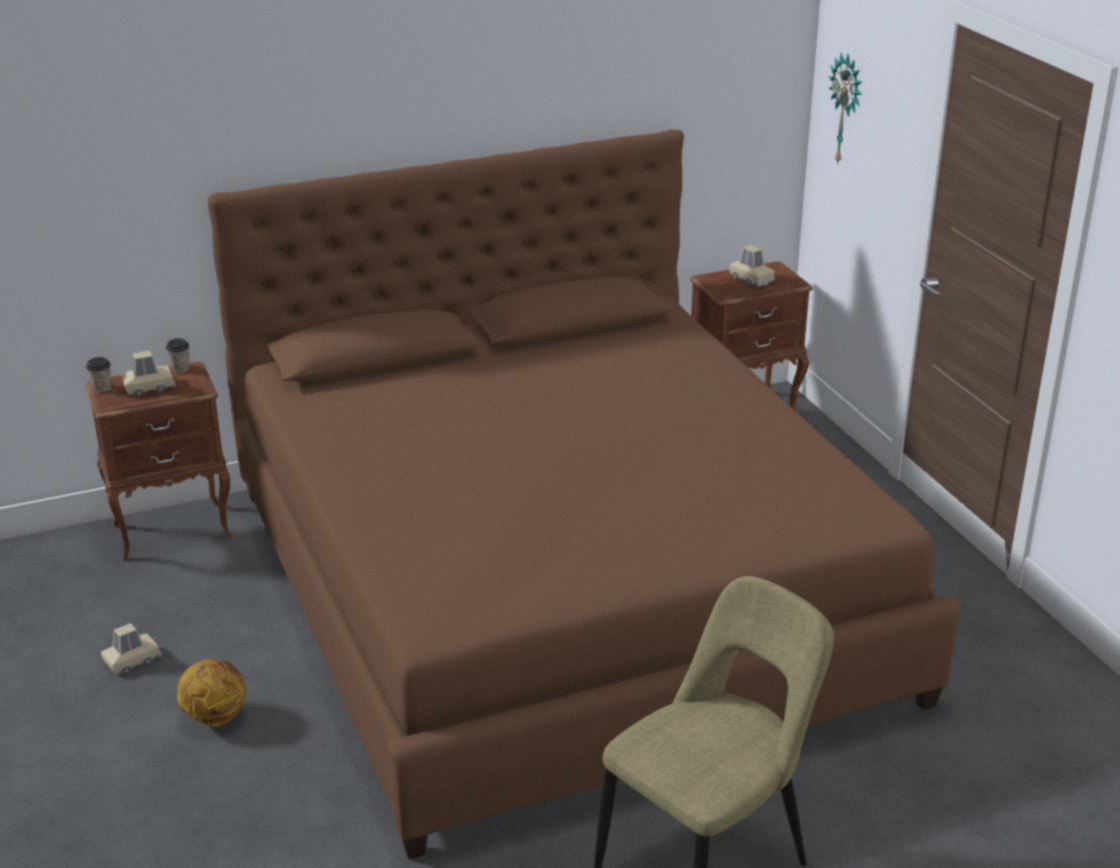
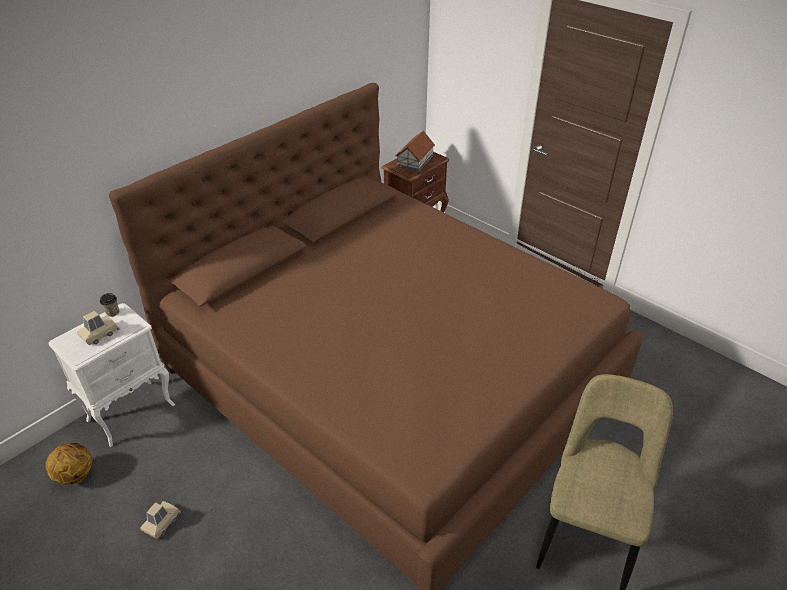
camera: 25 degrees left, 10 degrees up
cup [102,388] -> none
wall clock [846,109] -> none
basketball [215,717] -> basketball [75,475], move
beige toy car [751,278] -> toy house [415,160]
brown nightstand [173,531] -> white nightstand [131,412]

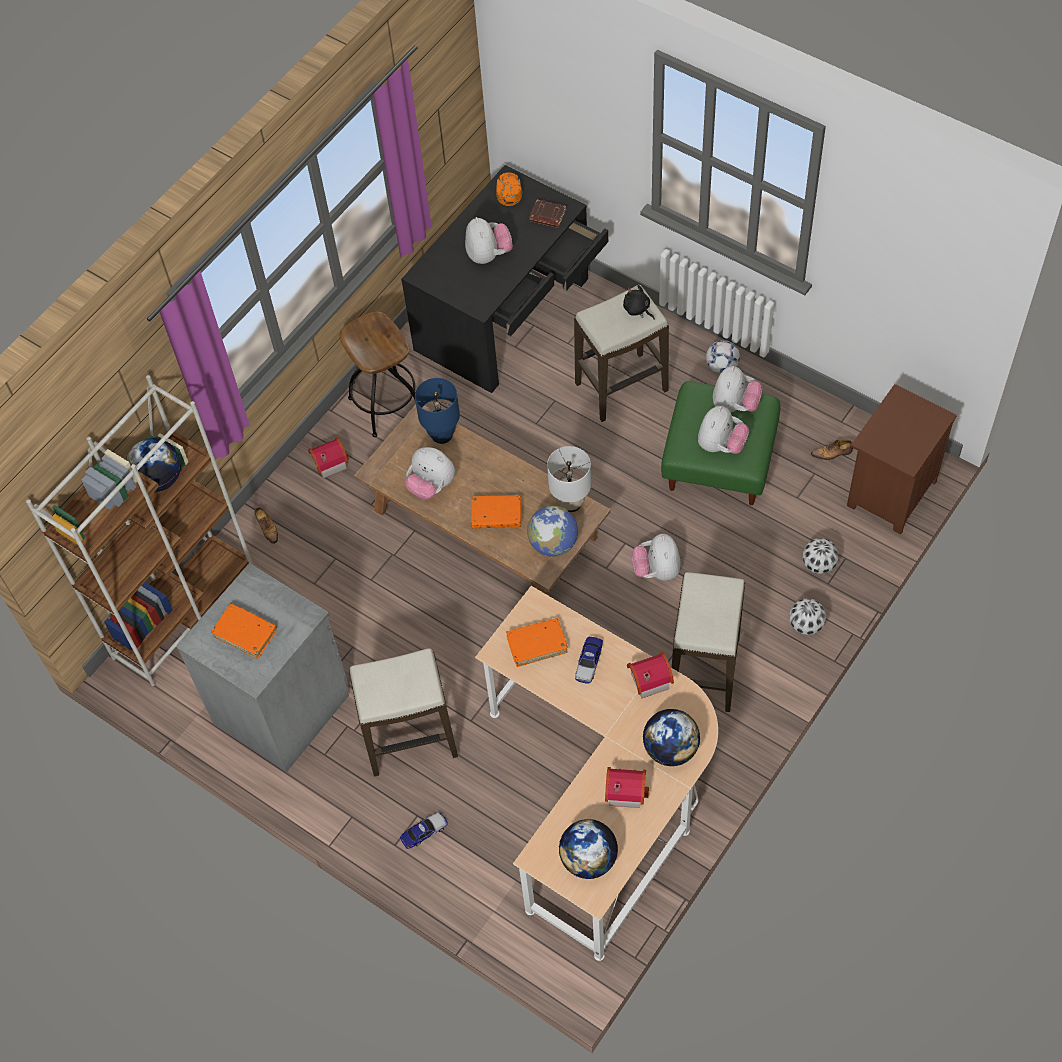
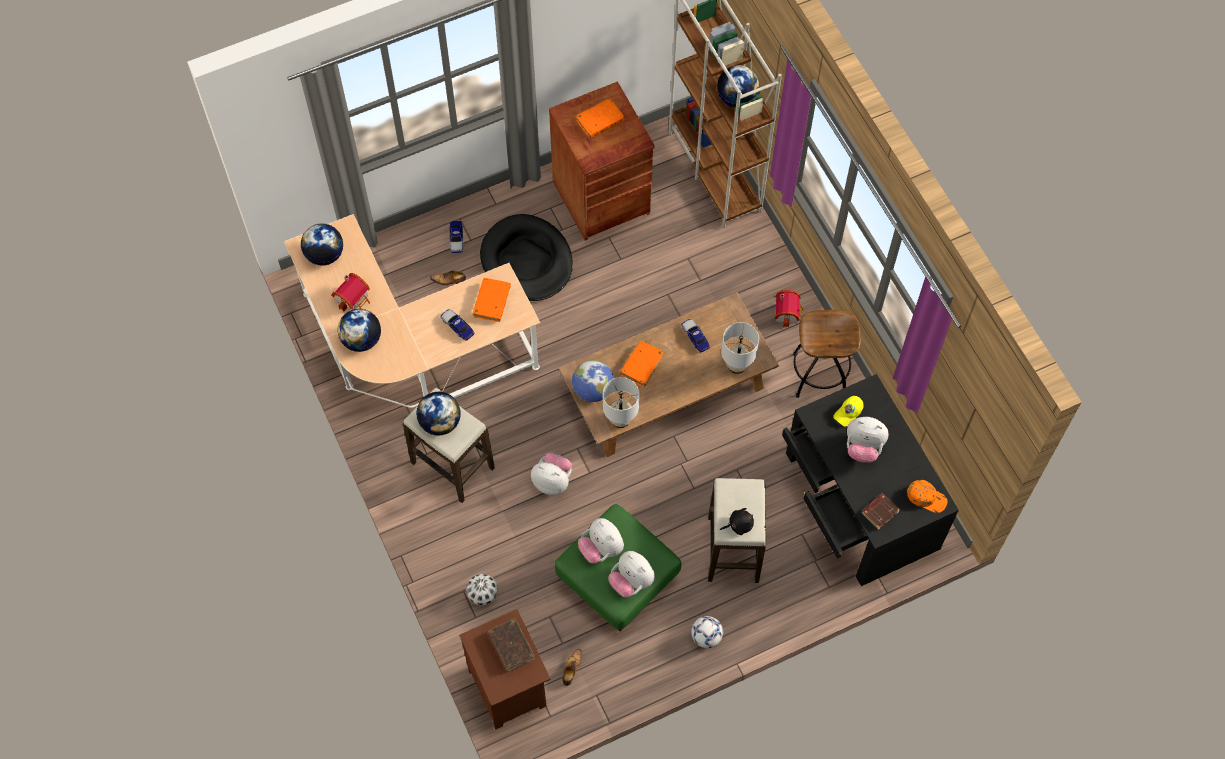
camera: 115 degrees right, 5 degrees up
toy house [647,679] -> none
football [805,625] -> none
none -> globe [440,422]
none -> brown book [511,646]
none -> yellow cap [848,412]
shoe [267,528] -> shoe [449,280], move
stool [410,739] -> black dog bed [527,261]
plush toy [431,486] -> toy car [695,337]
grey dresser [281,707] -> brown dresser [602,198]
blue table lamp [442,434] -> white table lamp [737,365]

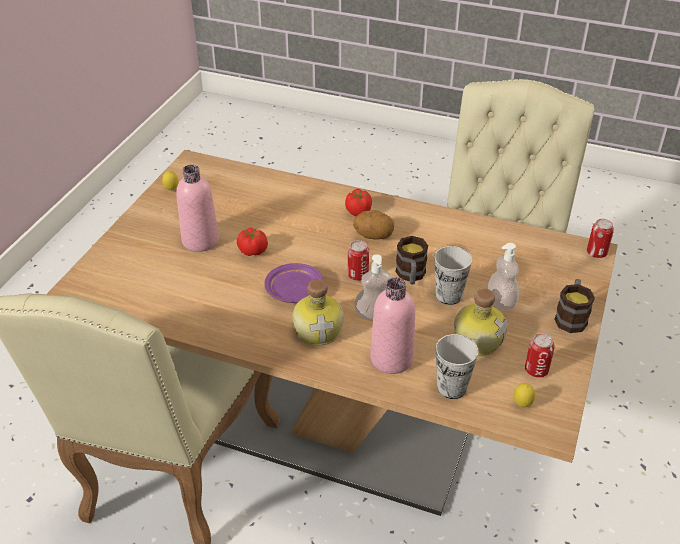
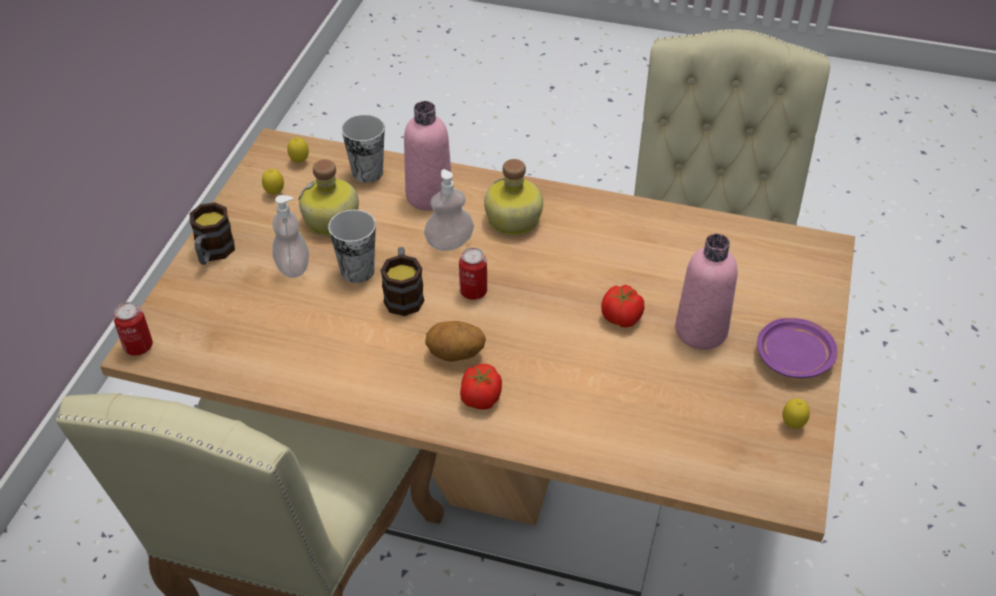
camera: 175 degrees right, 5 degrees up
purple plate [293,291] -> purple plate [794,357], move
can [536,370] -> lemon [275,193]

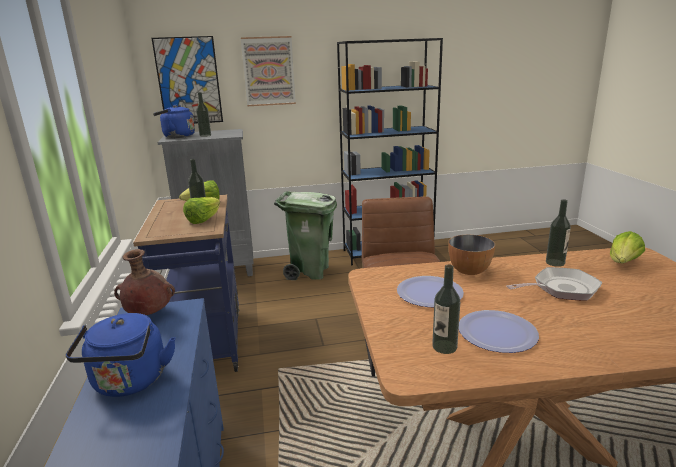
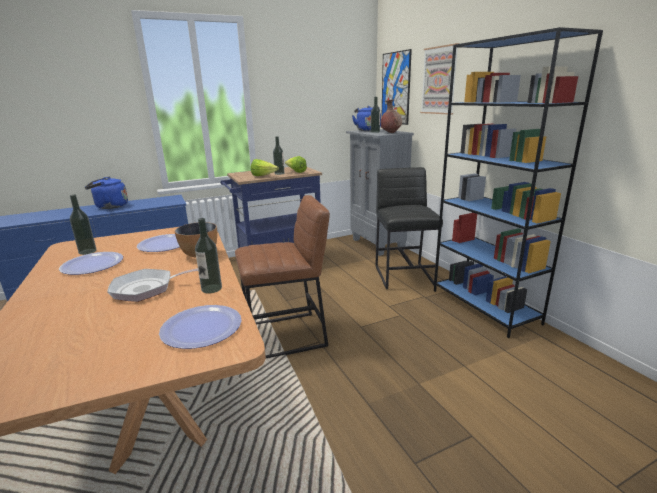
camera: 75 degrees right, 0 degrees up
brown vase [148,314] -> brown vase [390,133], move
green trash can [310,271] -> black chair [403,275]
lettuce [623,263] -> plate [201,328]
frying pan [561,289] -> frying pan [148,288], 105 degrees clockwise

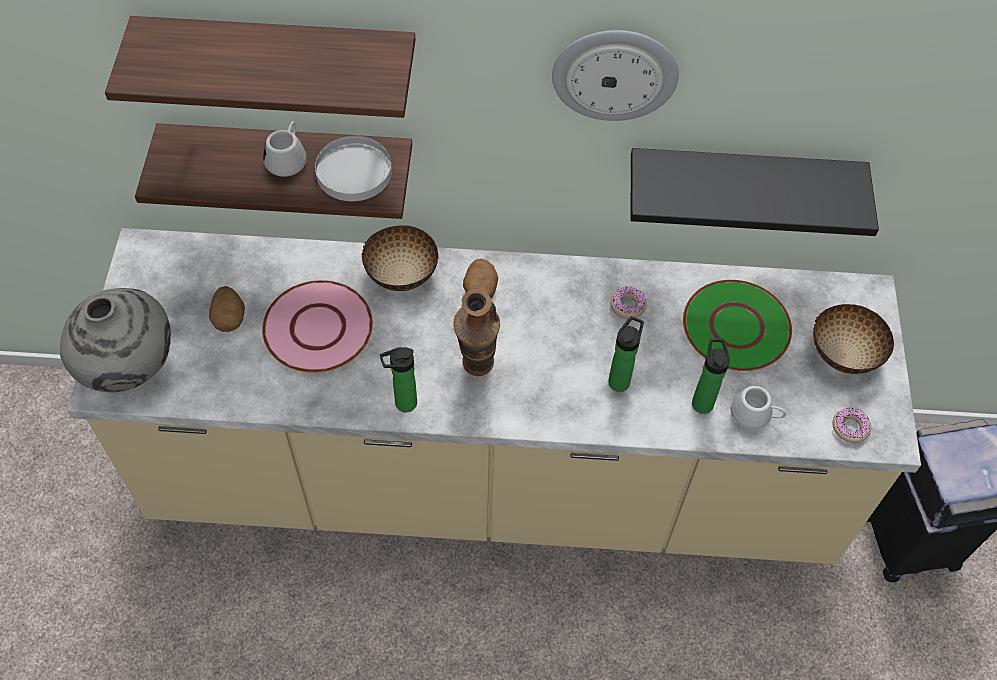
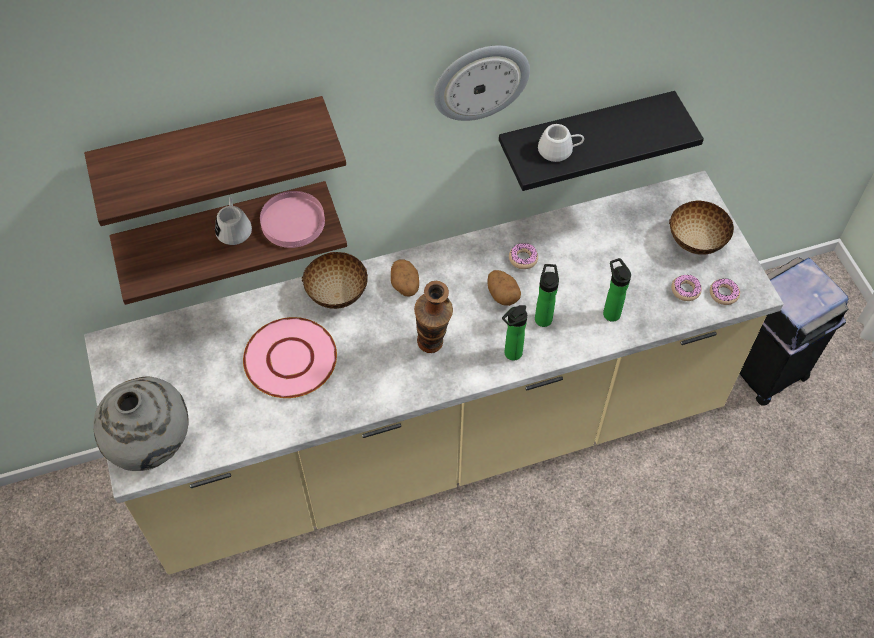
camera: 20 degrees left, 0 degrees up
green plate [736,327] -> none
none -> donut [685,290]
potato [229,318] -> potato [502,295], move
bottle [402,404] -> bottle [511,354], move
white mug [755,415] -> white mug [559,150], move
white plate [354,171] -> pink plate [293,221]

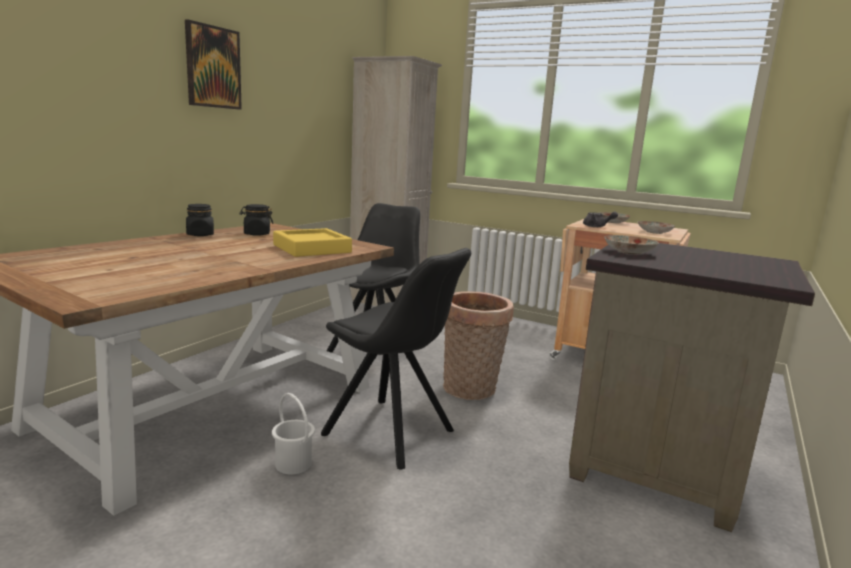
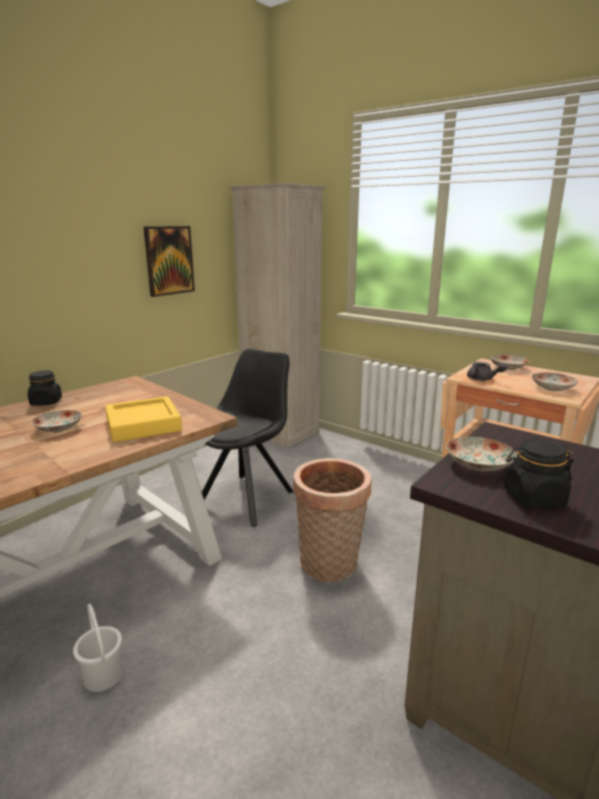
camera: 10 degrees right, 5 degrees up
black chair [390,432] -> none
none -> plate [58,429]
picture [213,67] -> picture [169,260], move
black jar [257,234] -> black jar [533,498], move

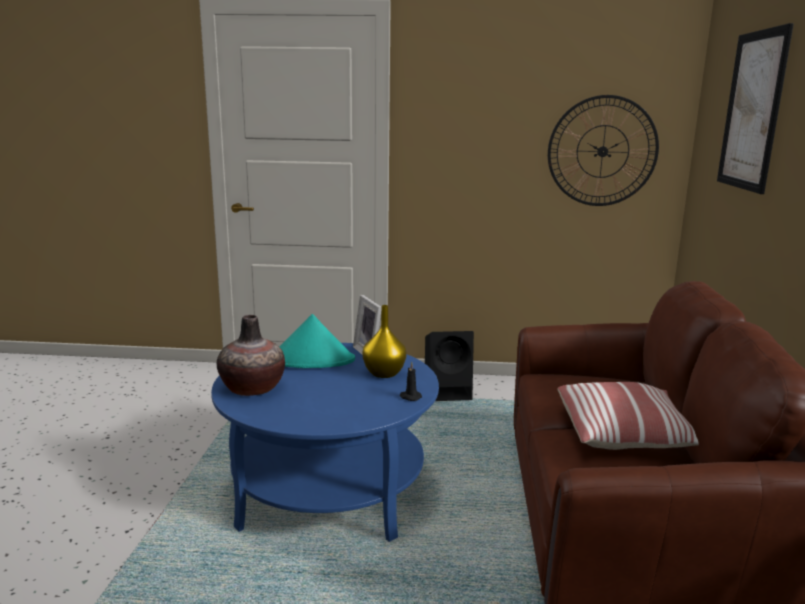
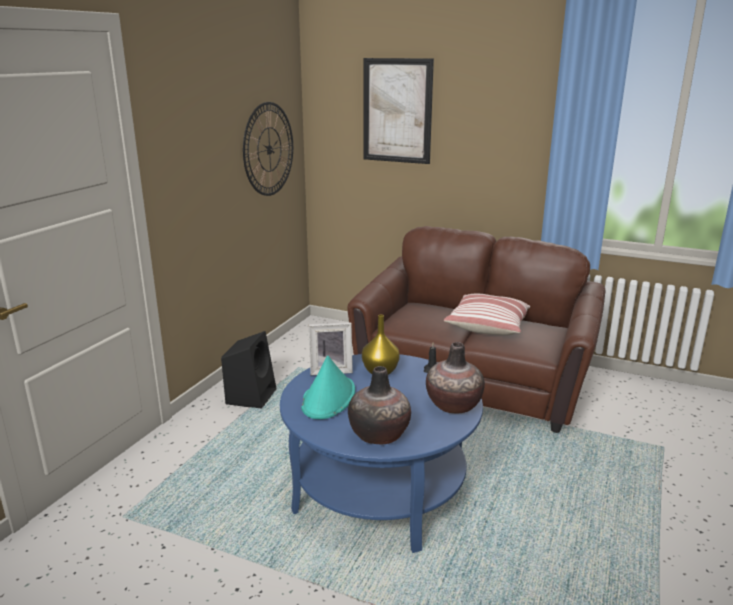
camera: 70 degrees left, 5 degrees up
none -> vase [453,405]

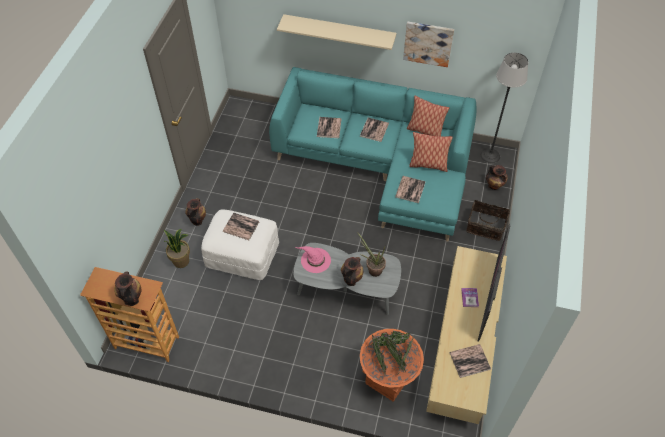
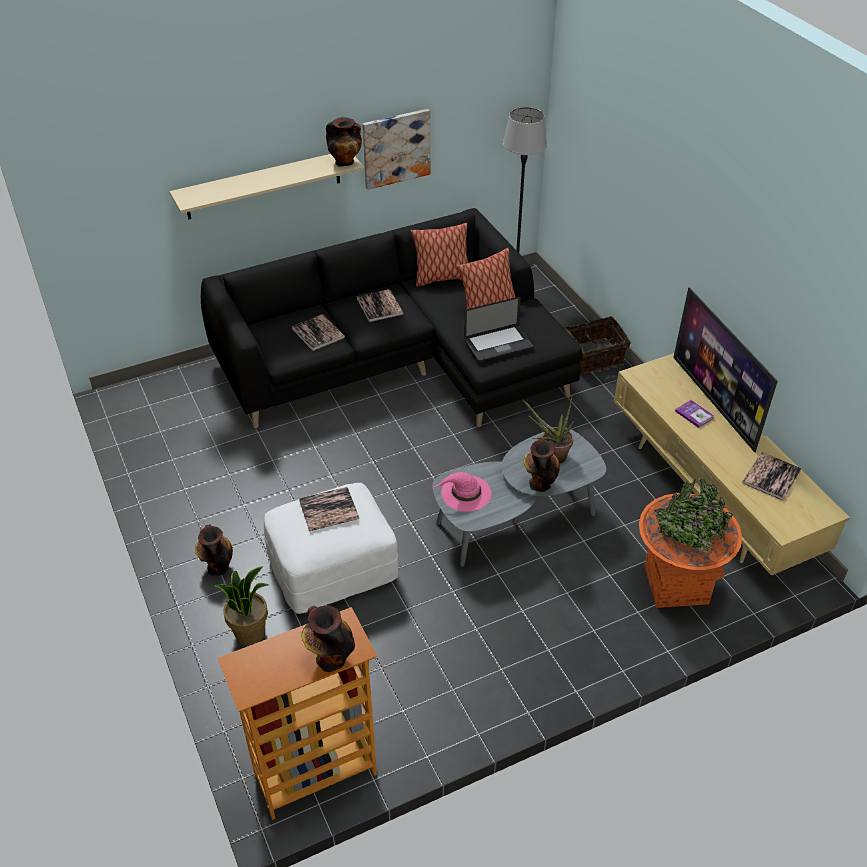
camera: 40 degrees left, 10 degrees down
vase [494,186] -> vase [346,162], move
book [410,189] -> laptop [498,345]
turquoise sofa [381,164] -> black sofa [400,360]

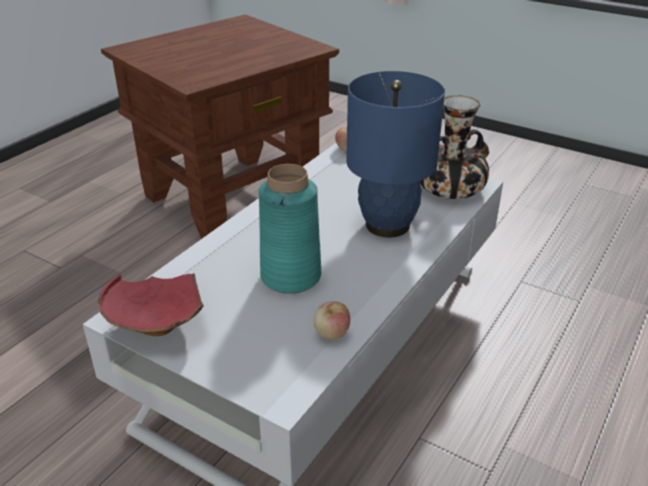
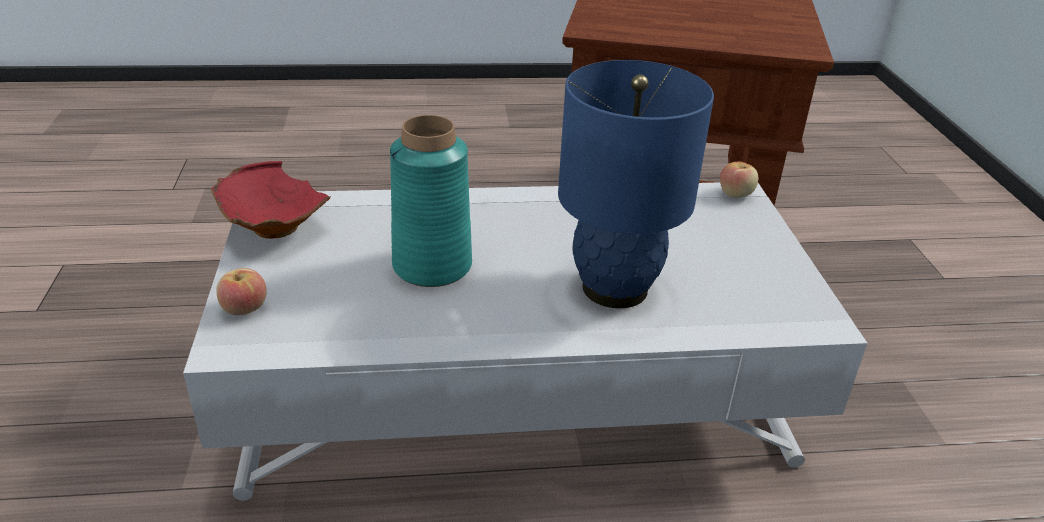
camera: 50 degrees right, 0 degrees up
vase [451,188] -> none
apple [331,333] -> apple [244,309], move

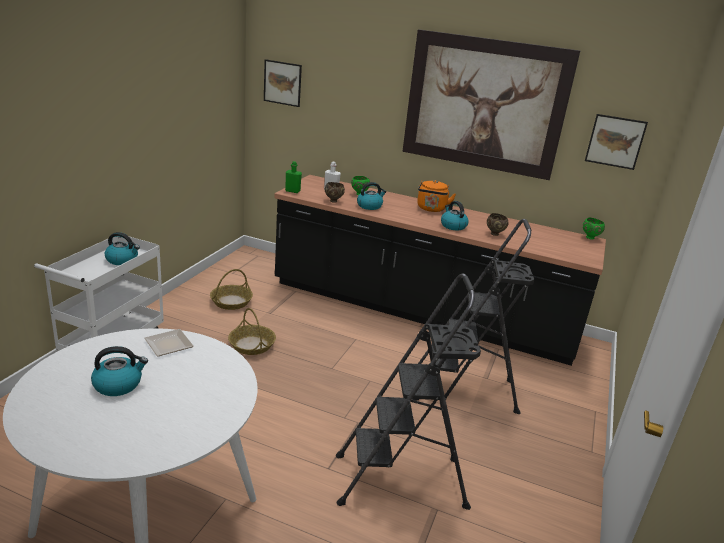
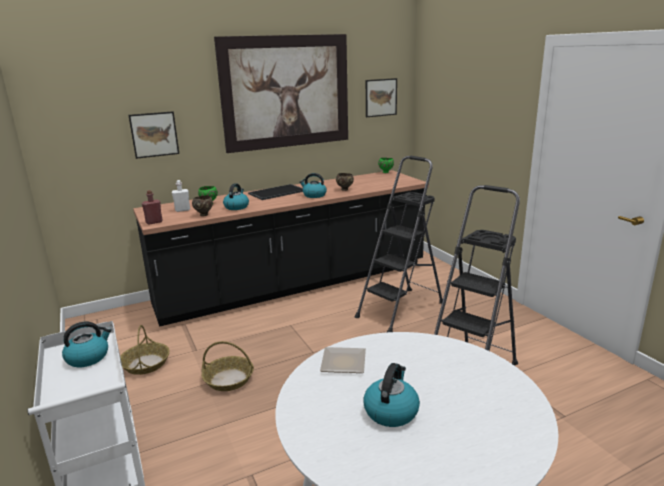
camera: 45 degrees left, 5 degrees down
picture [282,83] -> picture [154,134], move
orange kettle [431,209] -> tray [277,192]
green bottle [292,191] -> red bottle [154,222]

